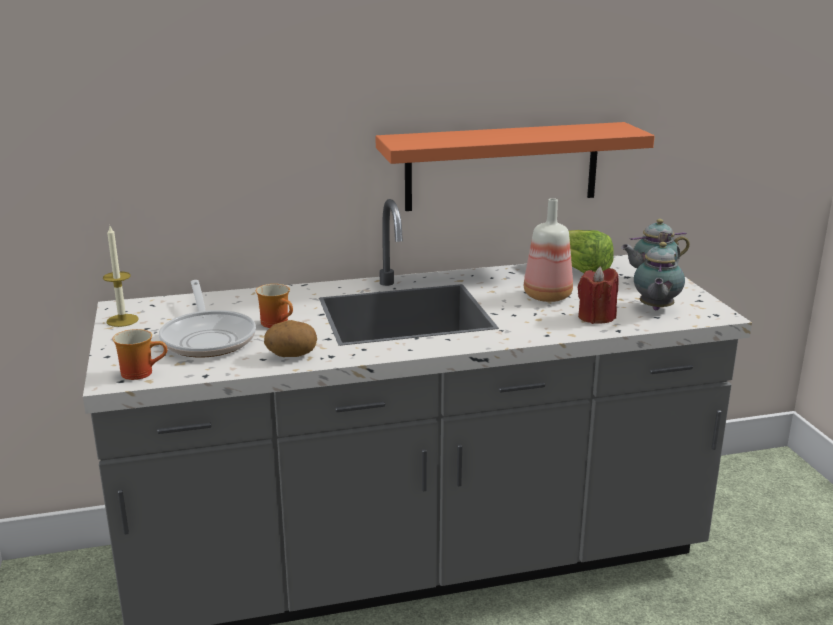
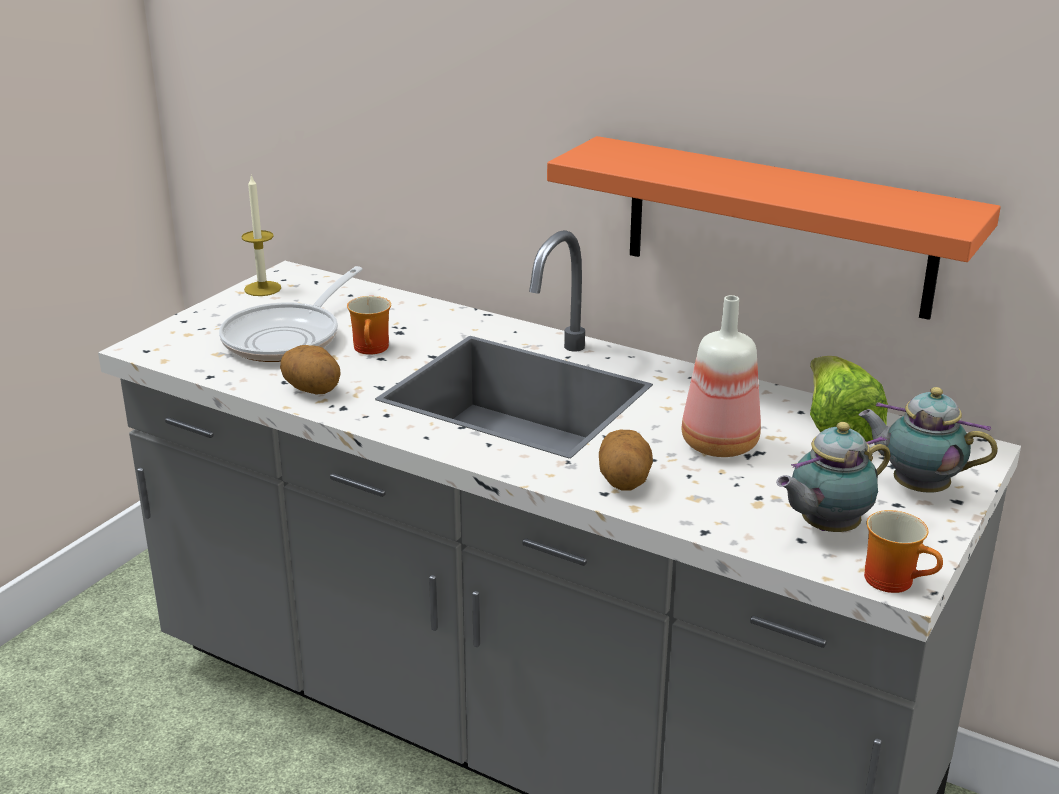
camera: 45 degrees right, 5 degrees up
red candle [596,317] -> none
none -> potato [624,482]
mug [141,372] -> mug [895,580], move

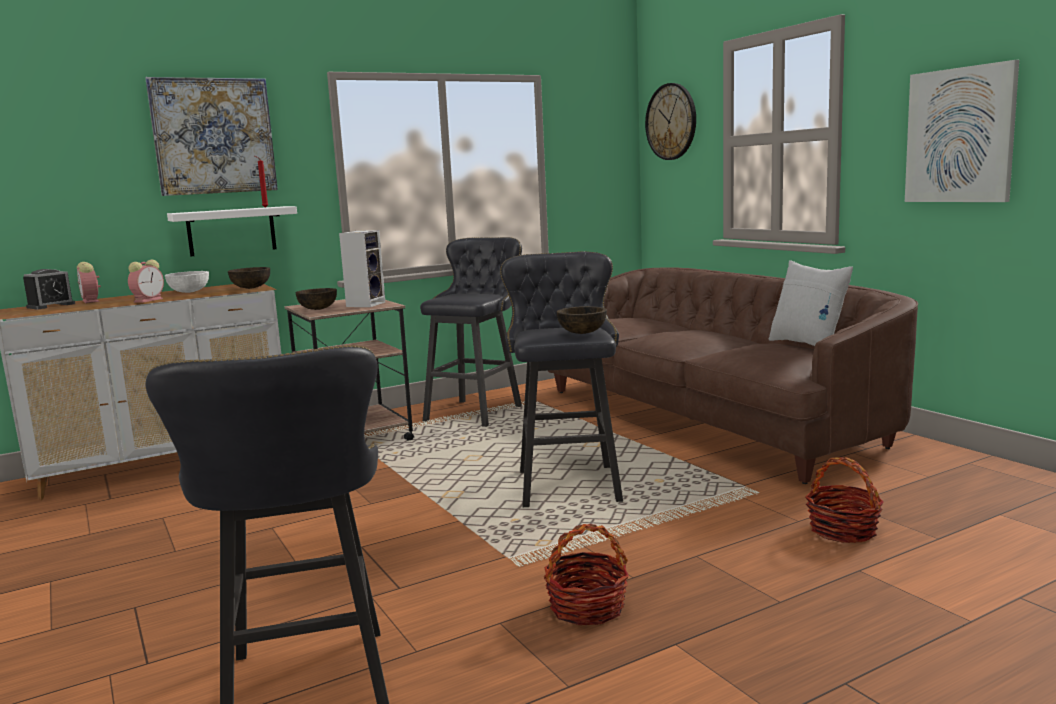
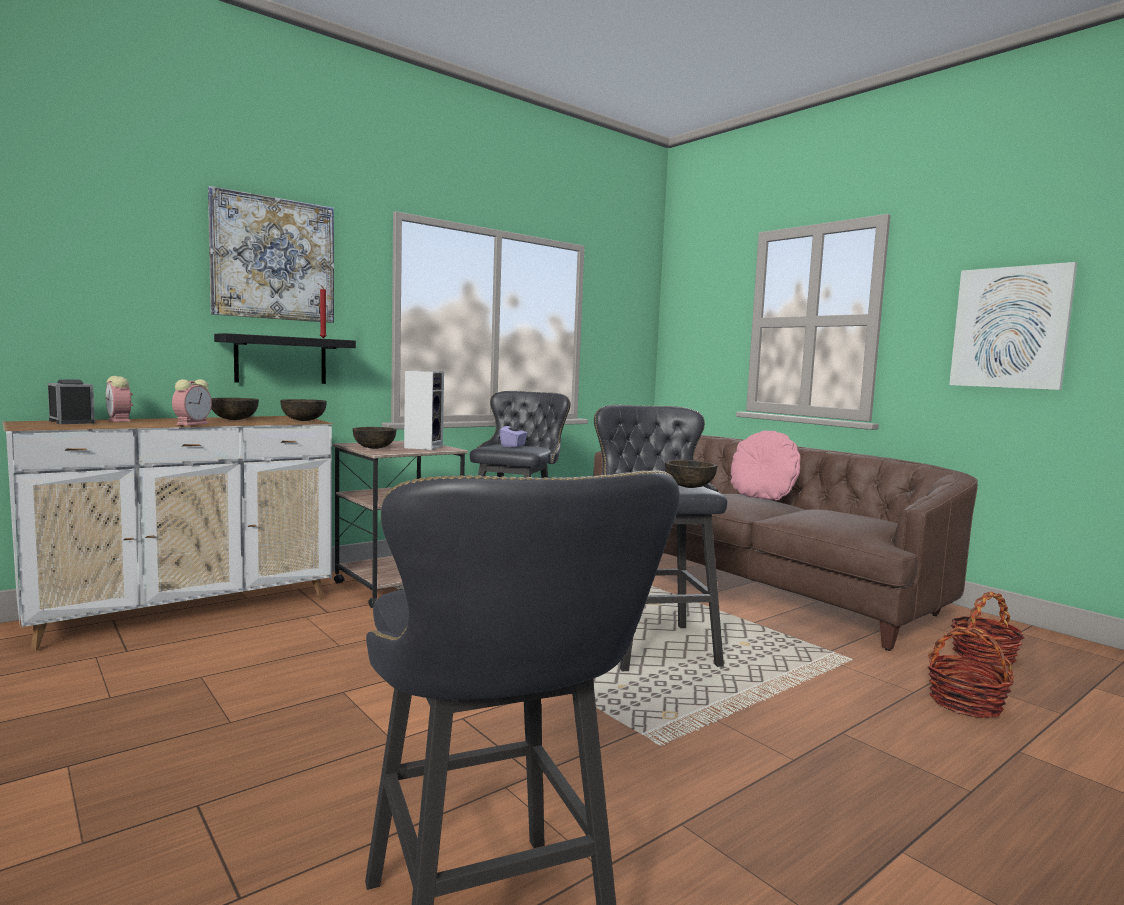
camera: 10 degrees left, 5 degrees down
wall clock [671,121] -> none
grey pillow [807,346] -> none
none -> purple tissue box [513,446]
none -> pink pillow [762,498]
basket [587,608] -> basket [983,656], move
white bowl [189,292] -> brown bowl [234,419]
white shelf [231,231] -> black shelf [281,360]
alarm clock [51,306] -> alarm clock [72,422], 75 degrees counterclockwise

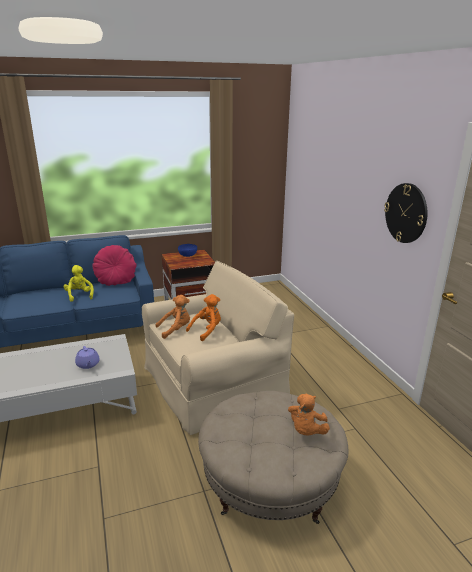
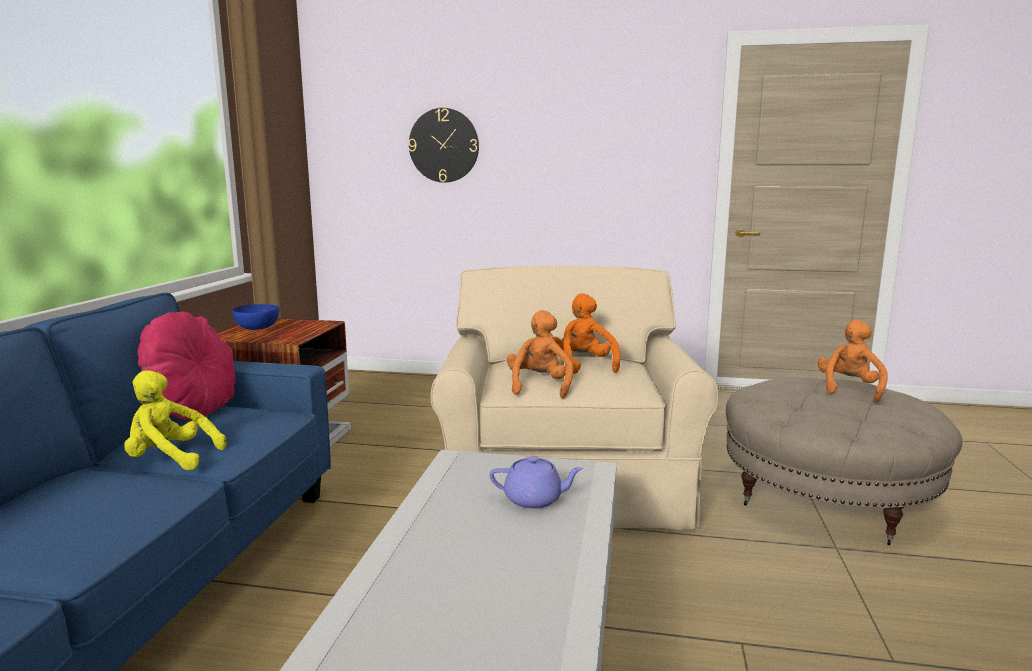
camera: 60 degrees left, 10 degrees down
wall clock [406,213] -> wall clock [444,145], move
orange plush toy [306,431] -> orange plush toy [849,389], 120 degrees counterclockwise

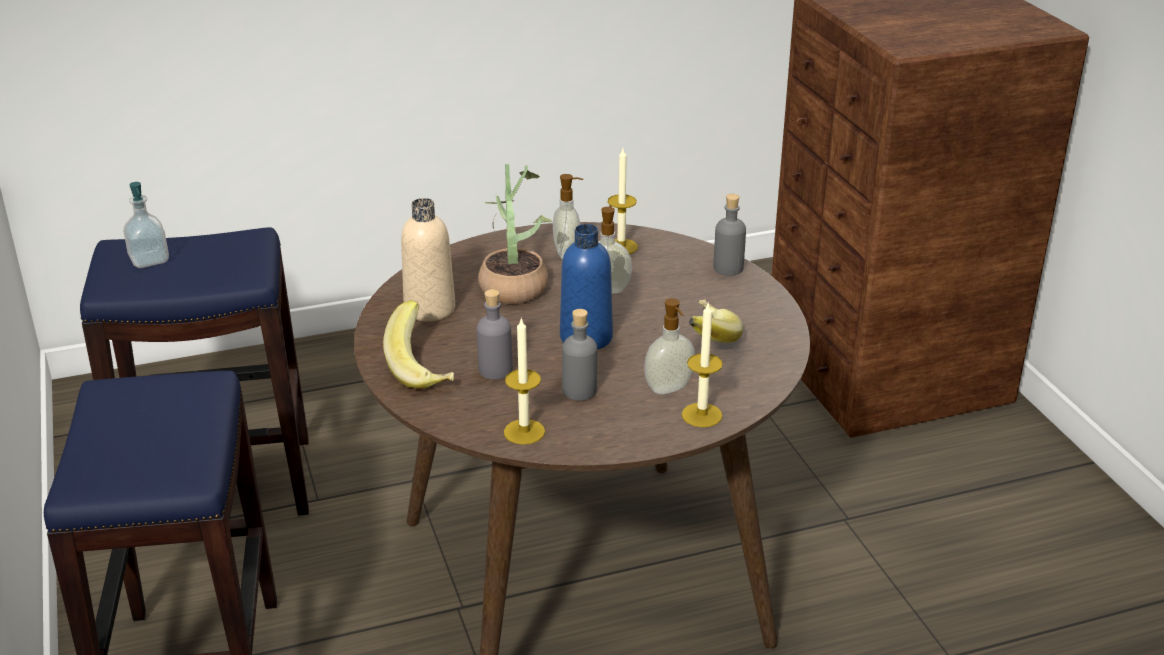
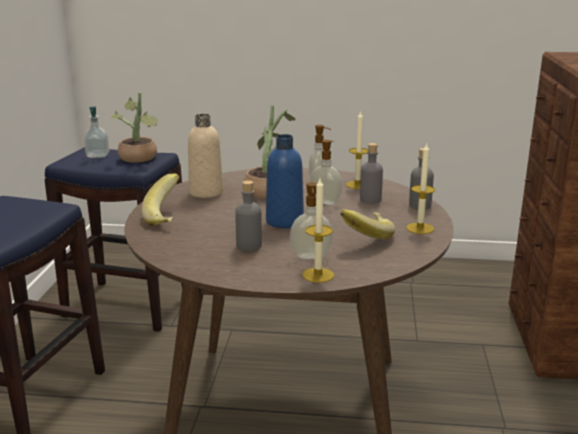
camera: 25 degrees right, 10 degrees down
none -> potted plant [139,159]
grey bottle [495,370] -> grey bottle [370,199], move
candle [524,432] -> candle [420,228], move

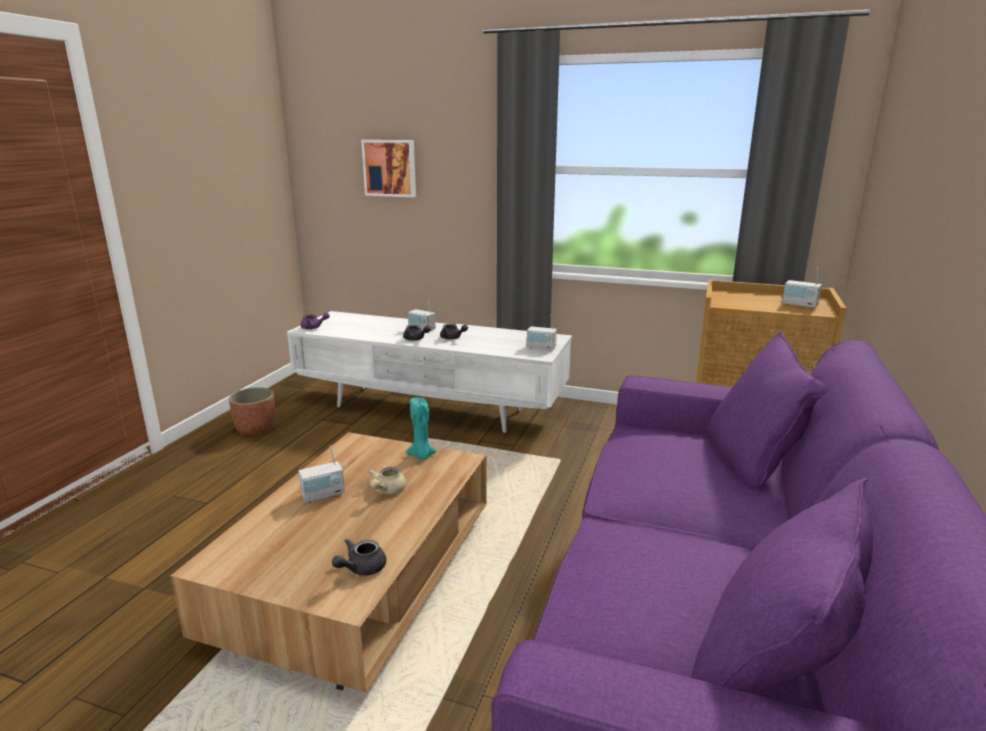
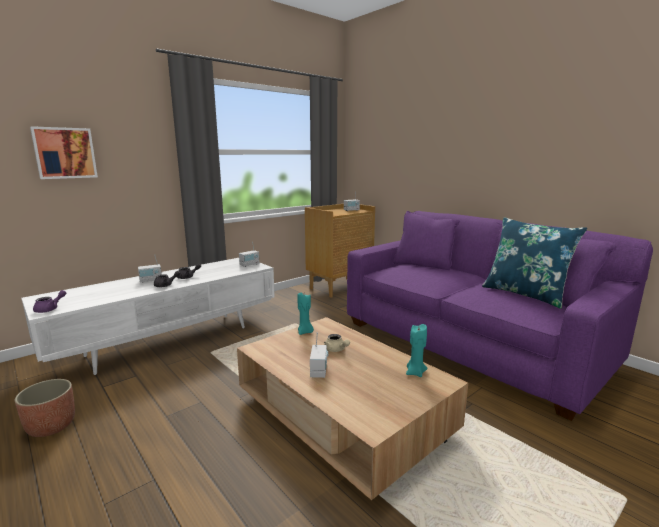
camera: 60 degrees left, 5 degrees down
none -> blue pillow [525,294]
grey teapot [361,568] -> turquoise candle [415,372]

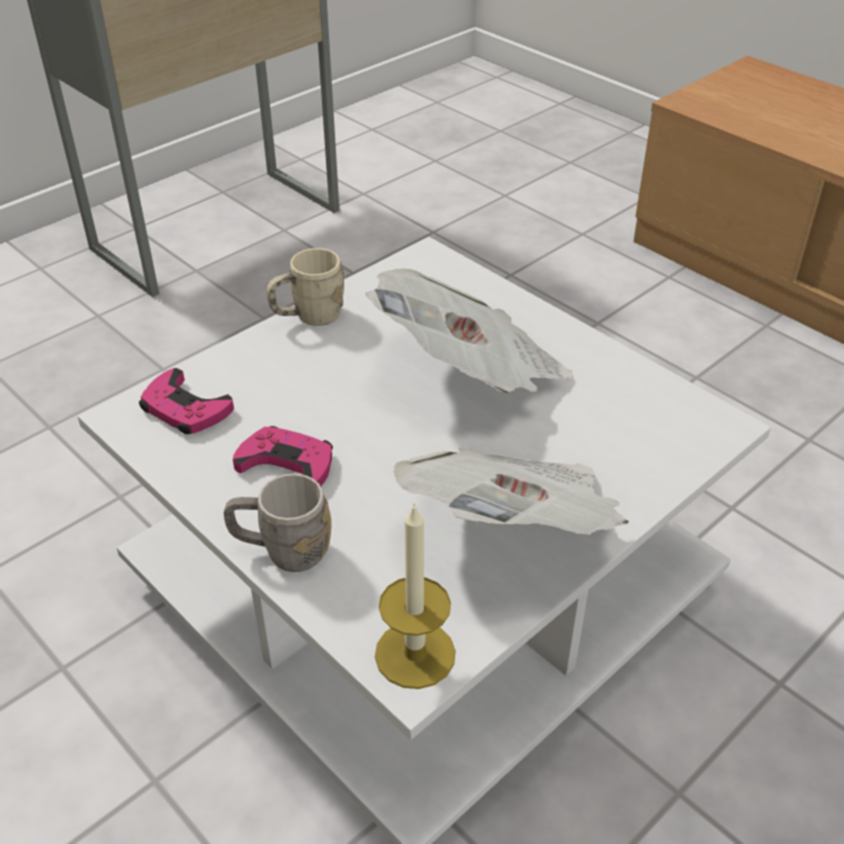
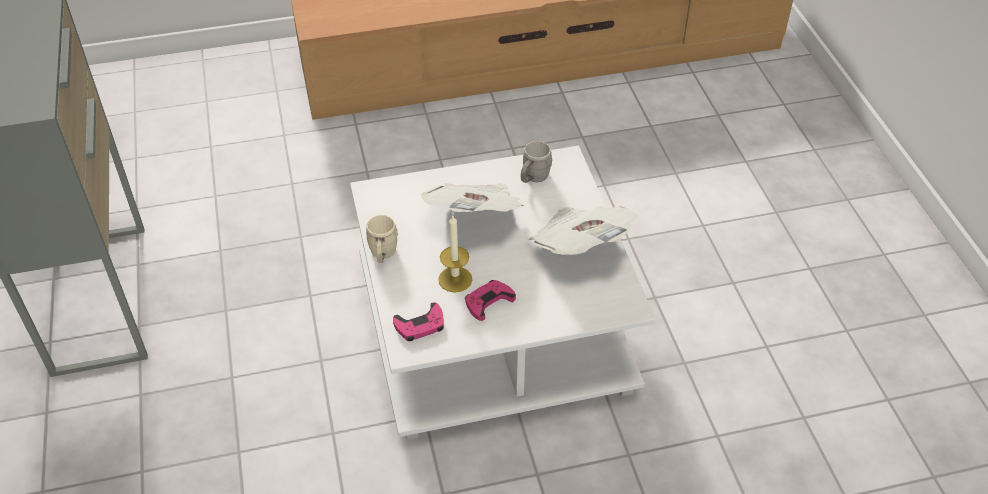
camera: 60 degrees left, 5 degrees up
grey mug [282,551] -> grey mug [533,178], move
candle [415,654] -> candle [455,279], move

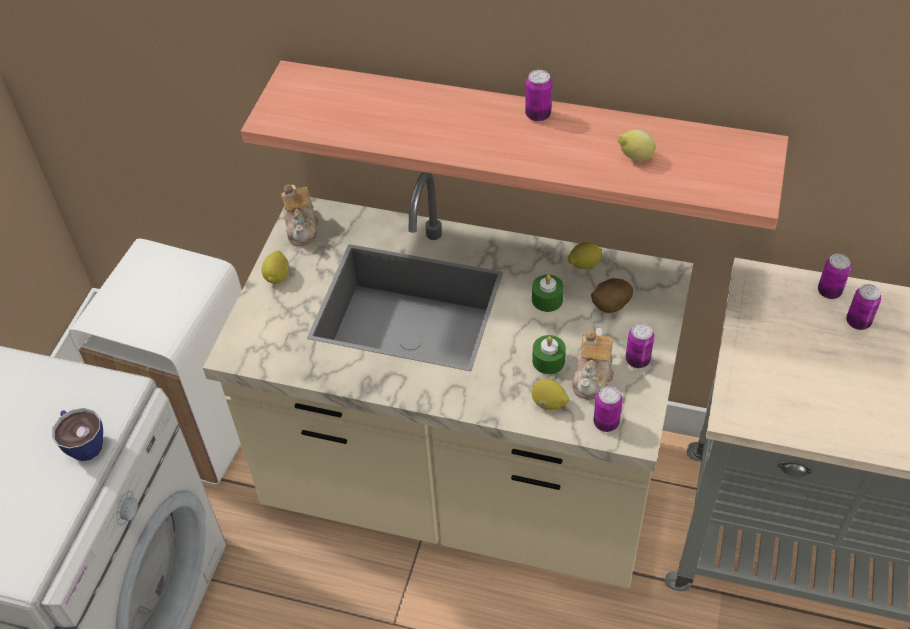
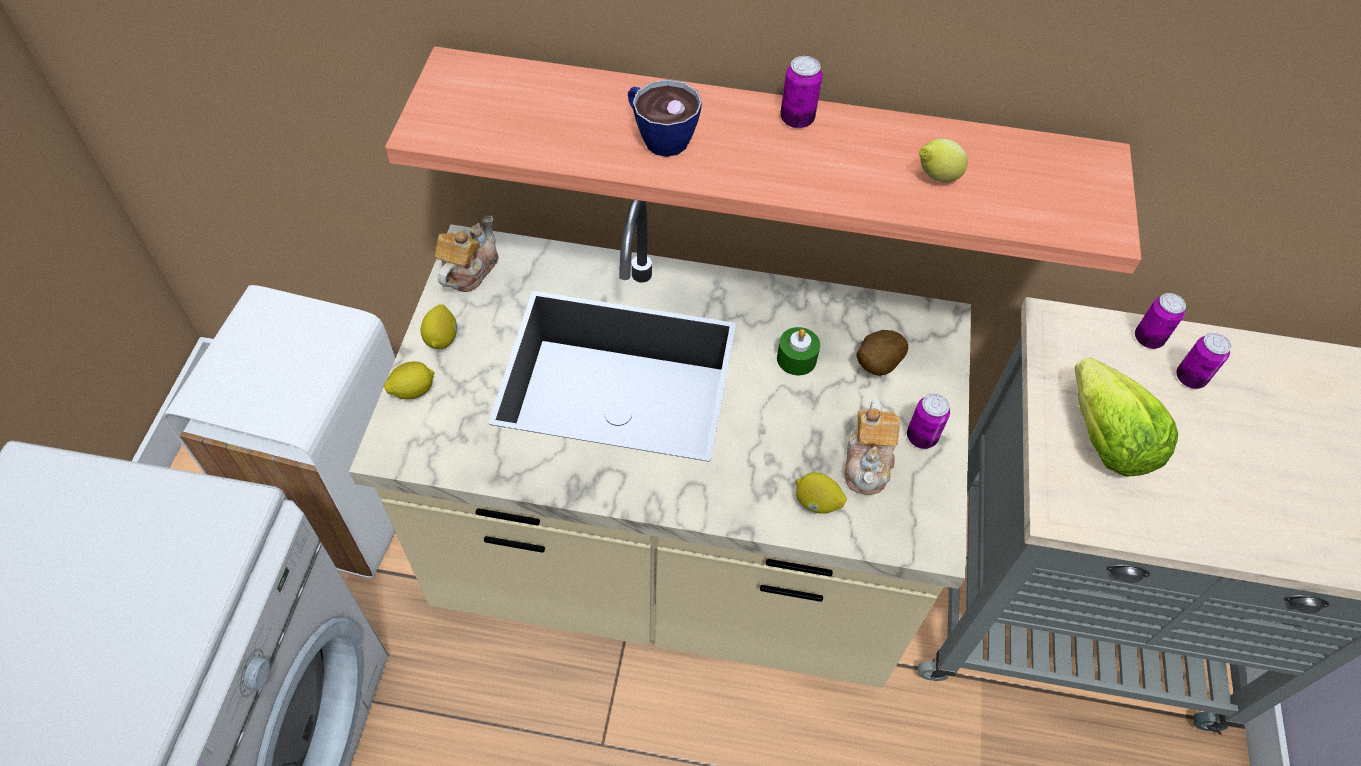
camera: 10 degrees left, 5 degrees up
green candle [548,361] -> none
can [606,423] -> none
none -> lettuce [1105,439]
cup [83,443] -> cup [658,136], move
lemon [584,264] -> lemon [413,390], move
teapot [302,227] -> teapot [469,270], 135 degrees counterclockwise

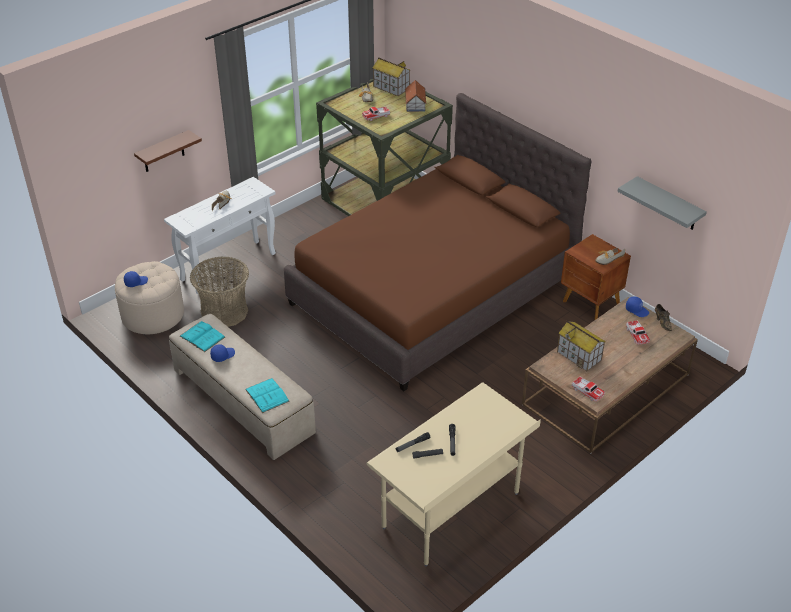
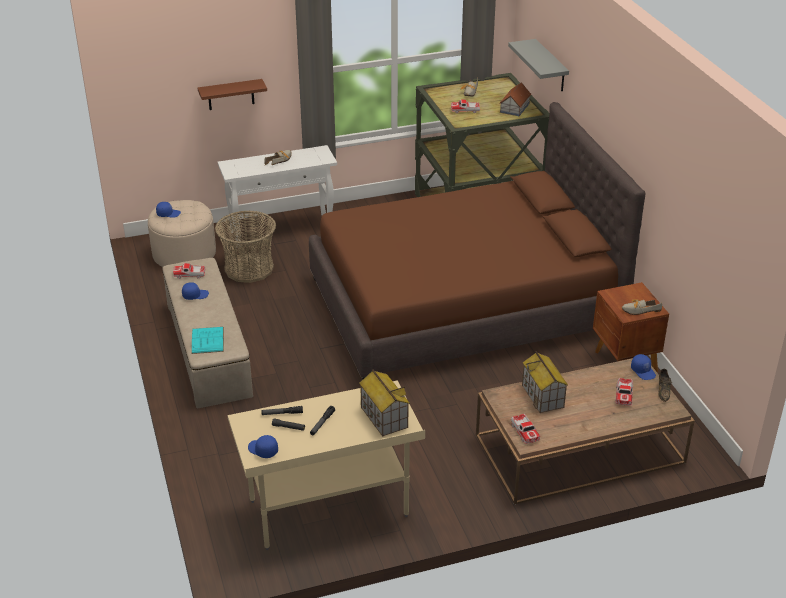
camera: 25 degrees right, 5 degrees down
none -> blue cap [262,450]
toy house [391,87] -> toy house [383,417], move
grey shelf [669,204] -> grey shelf [551,66], move
turquoise book [202,336] -> toy car [189,274]

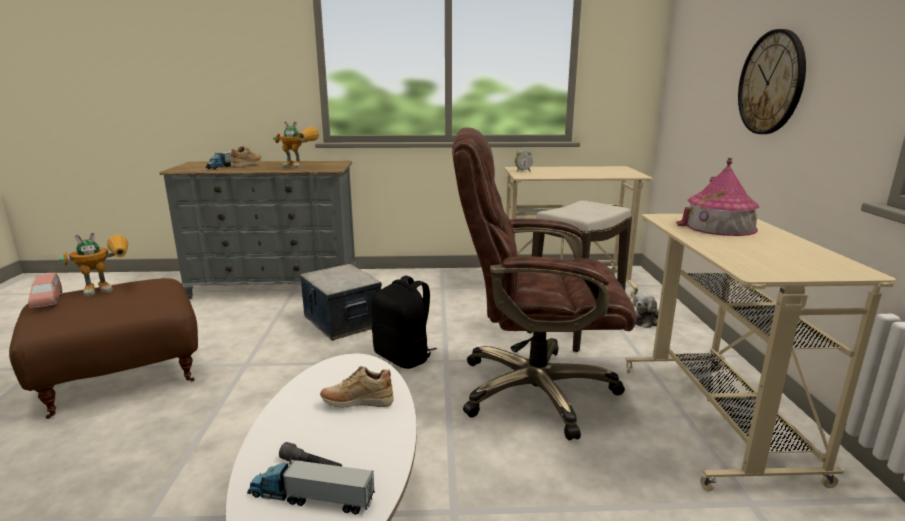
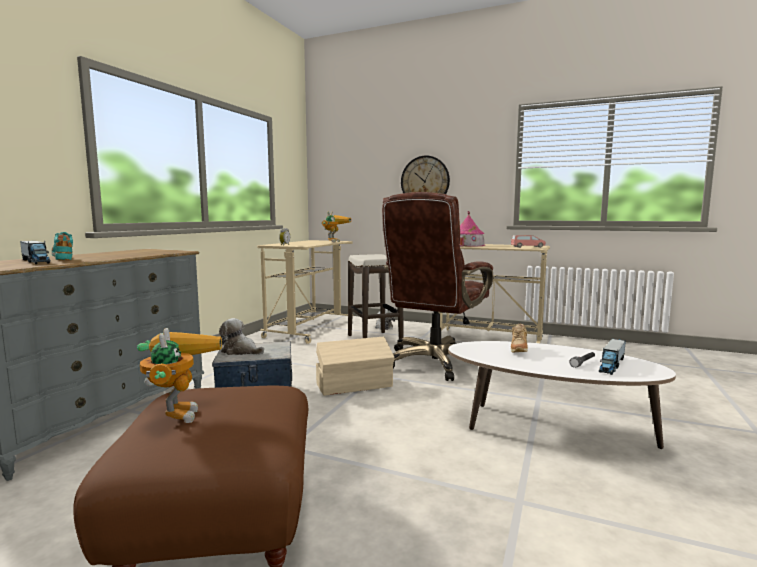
camera: 65 degrees left, 10 degrees down
none -> plush toy [240,351]
pink toy car [48,300] -> pink toy car [527,247], move
toy robot [301,166] -> toy robot [334,241], move
black backpack [404,357] -> beige storage box [355,385]
beige shoe [247,165] -> turquoise shoe [63,258]

